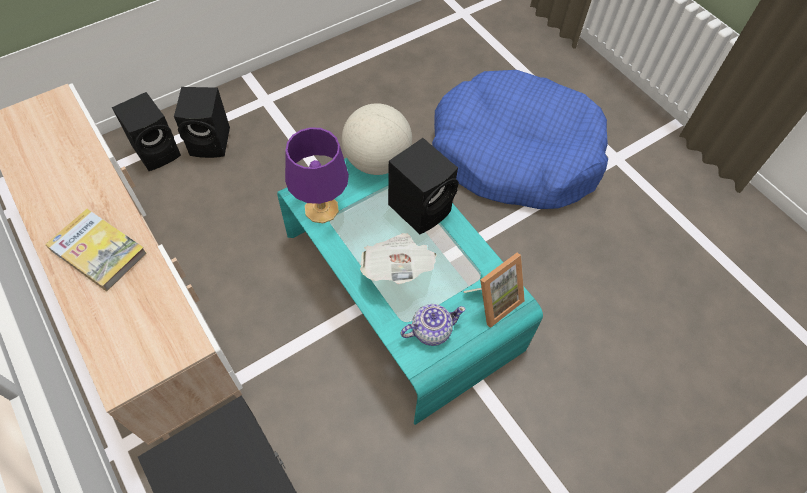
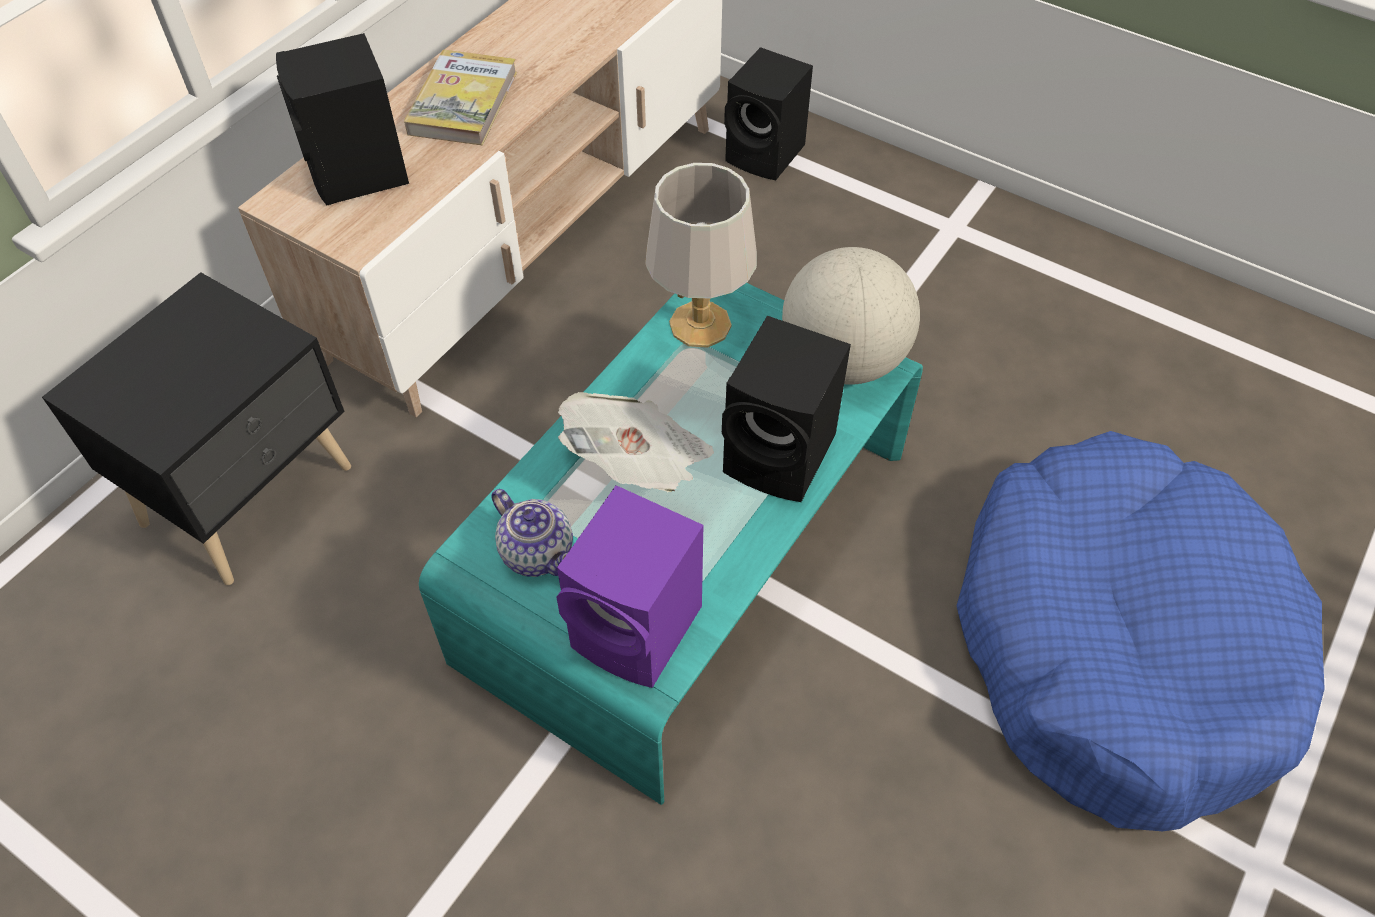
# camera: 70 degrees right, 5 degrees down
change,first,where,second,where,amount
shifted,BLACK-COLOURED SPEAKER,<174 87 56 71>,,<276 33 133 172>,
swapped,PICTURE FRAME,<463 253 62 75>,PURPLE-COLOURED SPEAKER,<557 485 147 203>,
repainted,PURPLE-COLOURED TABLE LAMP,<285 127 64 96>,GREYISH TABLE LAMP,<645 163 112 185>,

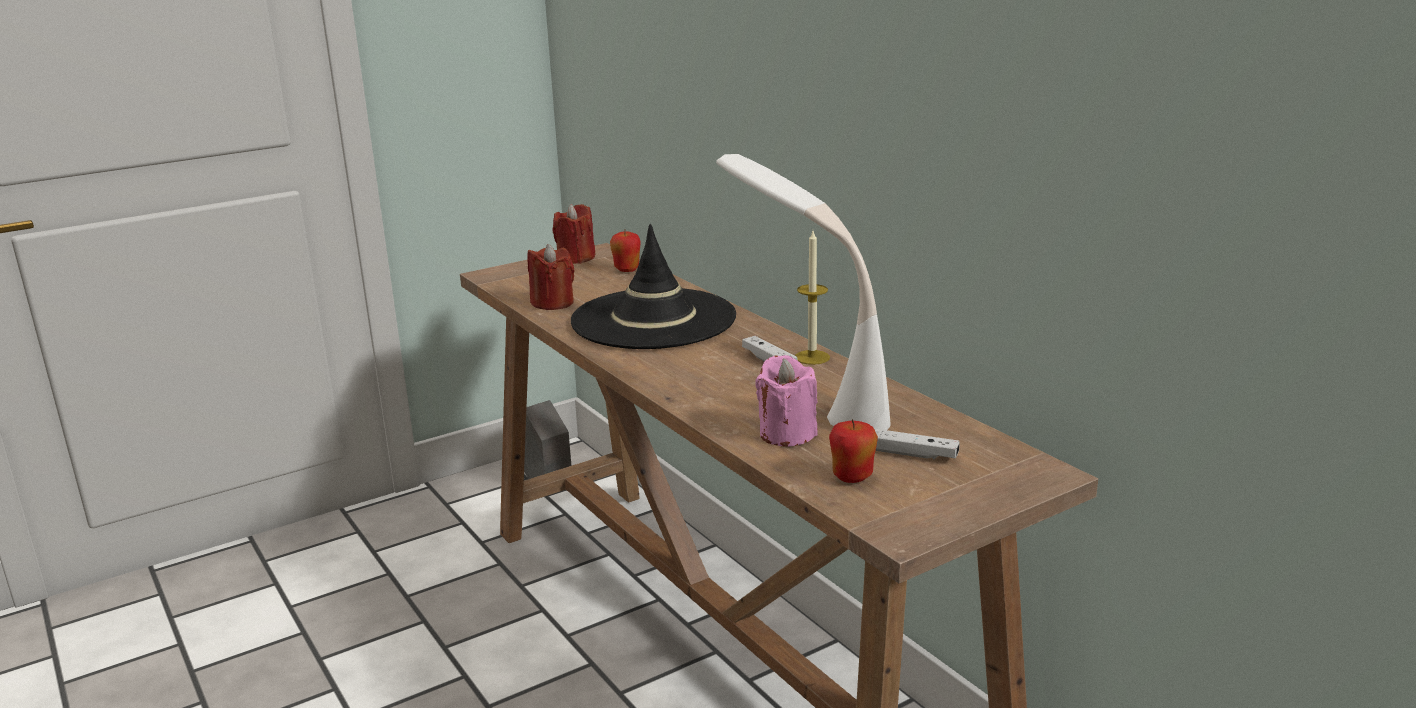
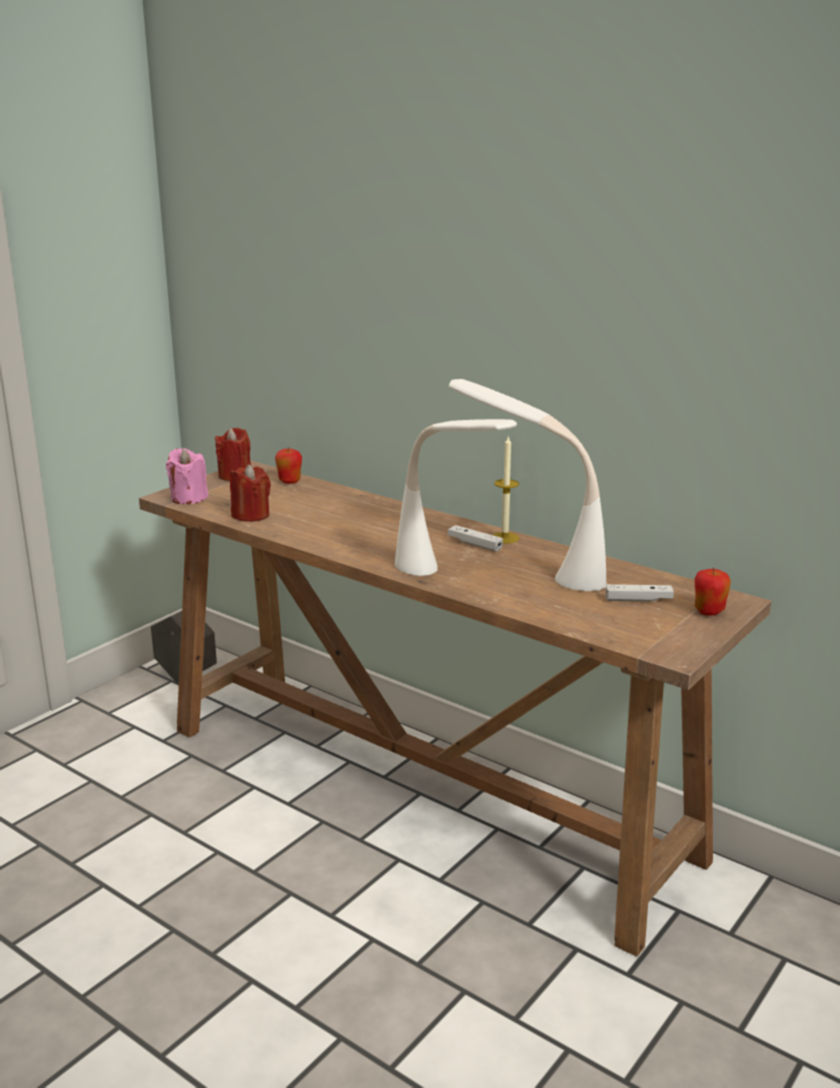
# camera: 20 degrees left, 0 degrees up
change,first,where,second,where,amount
shifted,PINK-COLOURED WAX LIGHT,<755 355 63 92>,,<166 448 43 56>,
new,,,WHITE-COLOURED TABLE LAMP,<395 419 122 157>,
shifted,APPLE,<829 419 49 64>,,<695 567 36 49>,
gone,BLACK-COLOURED HAT,<571 224 165 125>,,,

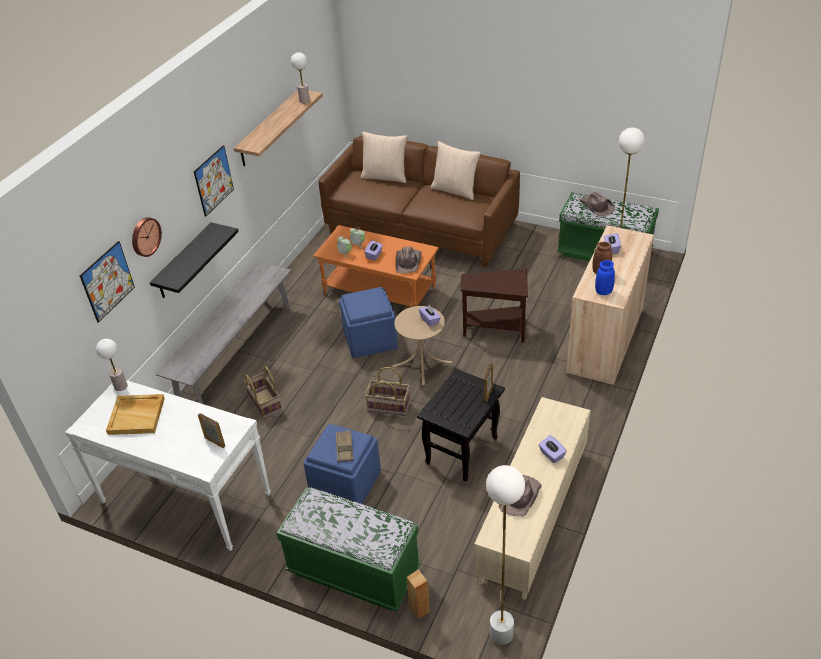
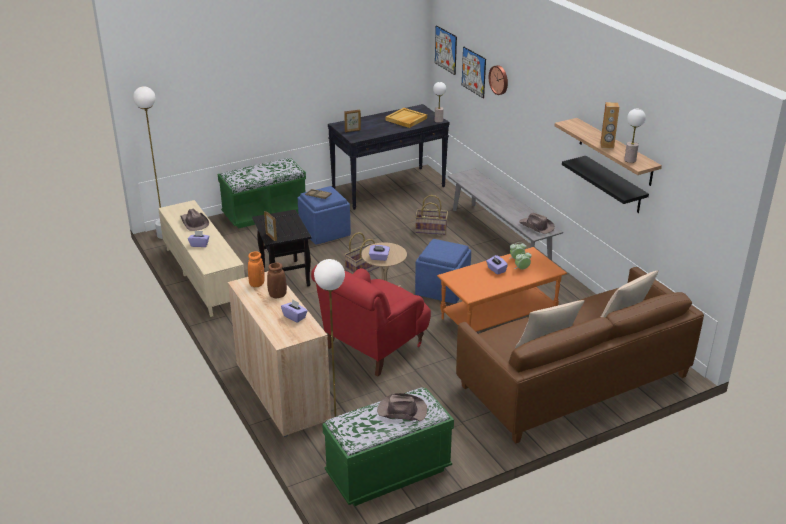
# camera: 125 degrees right, 10 degrees down
change,first,where,second,where,amount
repainted,BLUISH FLOWER VASE,<595 260 20 35>,ORANGEY FLOWER VASE,<248 251 17 36>,
swapped,BROWN-COLOURED ACCENT TABLE,<461 269 67 74>,RED-COLOURED ARMCHAIR,<311 264 120 113>,
repainted,WHITE-COLOURED NARROW TABLE,<65 380 206 171>,BLACK-COLOURED NARROW TABLE,<328 104 121 106>,
shifted,PICTURE,<194 145 40 72>,,<435 25 22 50>,
shifted,BROWN-COLOURED HAT,<396 247 26 27>,,<519 213 36 21>,
shifted,BLACK-COLOURED BRACKET SHELF,<150 222 89 76>,,<562 156 87 57>,
shifted,BROWN-COLOURED SPEAKER,<406 569 24 50>,,<600 102 19 47>,

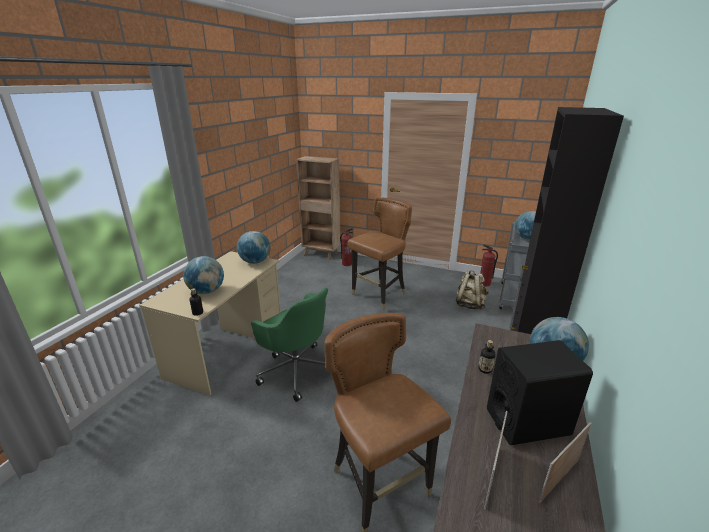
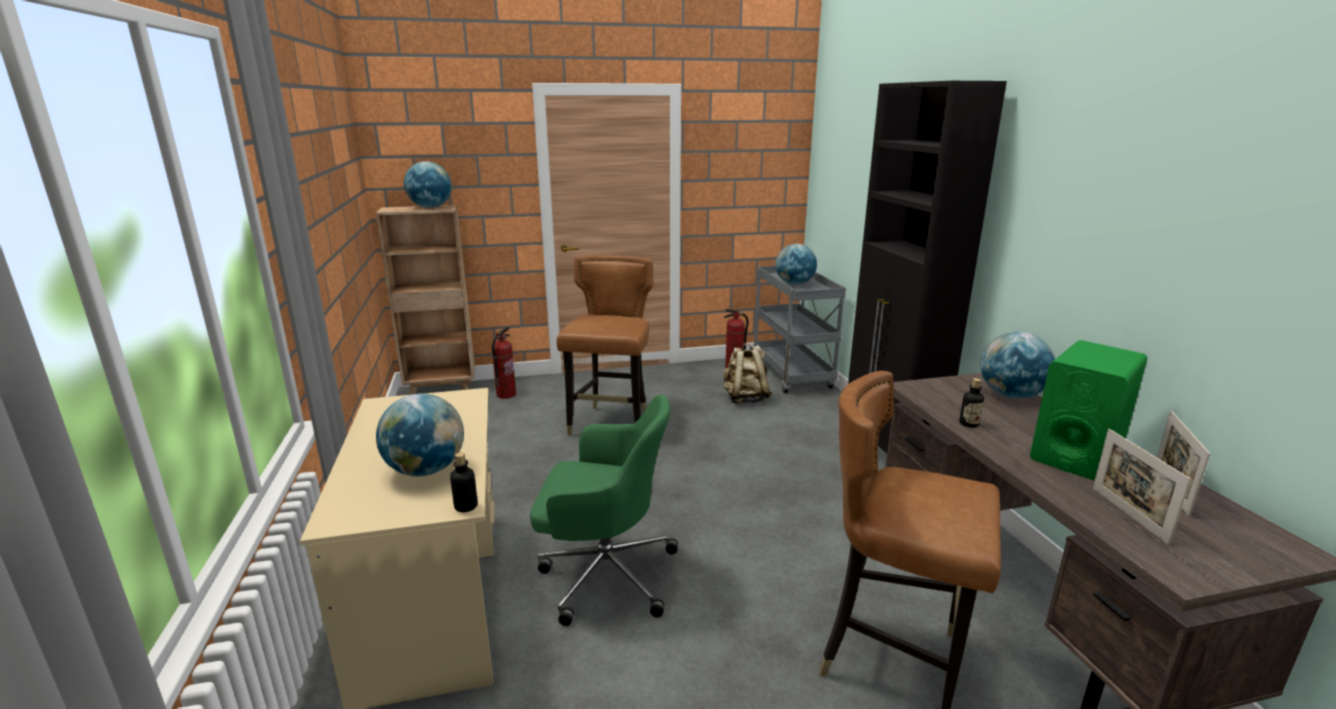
# camera: 35 degrees left, 5 degrees down
change,first,where,second,where,amount
shifted,GLOBE,<237 231 33 33>,,<404 161 48 47>,
repainted,BLACK-COLOURED SPEAKER,<487 340 106 105>,GREEN SPEAKER,<1030 340 118 141>,

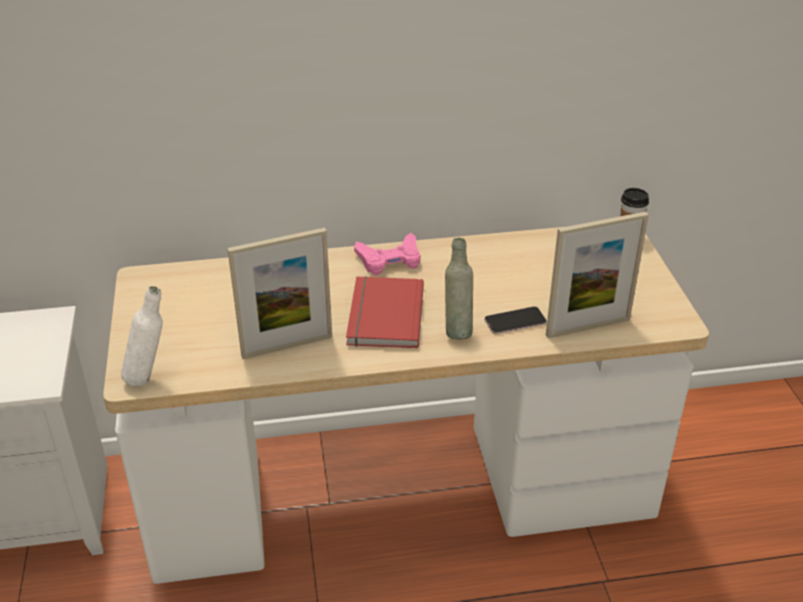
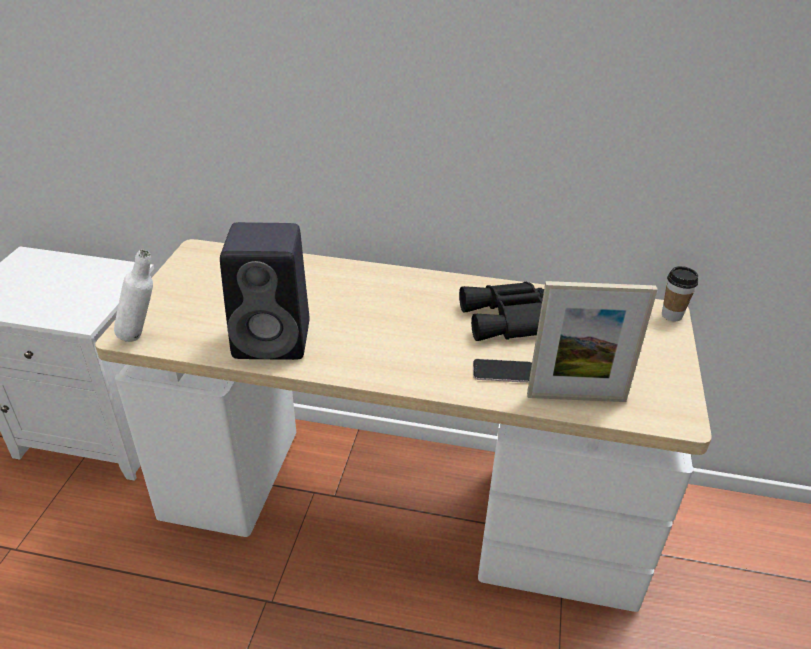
# camera: 20 degrees right, 0 degrees up
change,first,where,second,where,amount
swapped,PICTURE FRAME,<227 228 105 131>,BLACK-COLOURED SPEAKER,<220 222 90 138>,
new,,,BLACK-COLOURED PAIR OF BINOCULARS,<459 282 85 59>,
gone,RED-COLOURED BOUND BOOK,<346 276 78 72>,,,
gone,PINK-COLOURED GAME CONTROLLER,<354 233 66 42>,,,
gone,GREYISH DRINK BOTTLE,<445 237 28 103>,,,

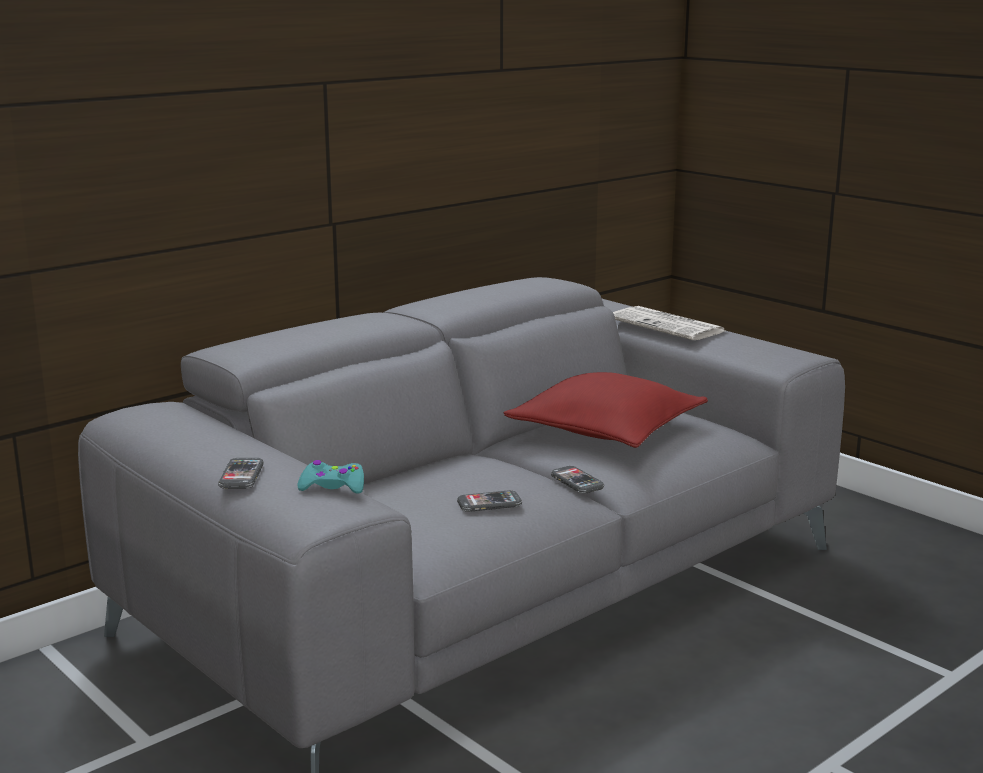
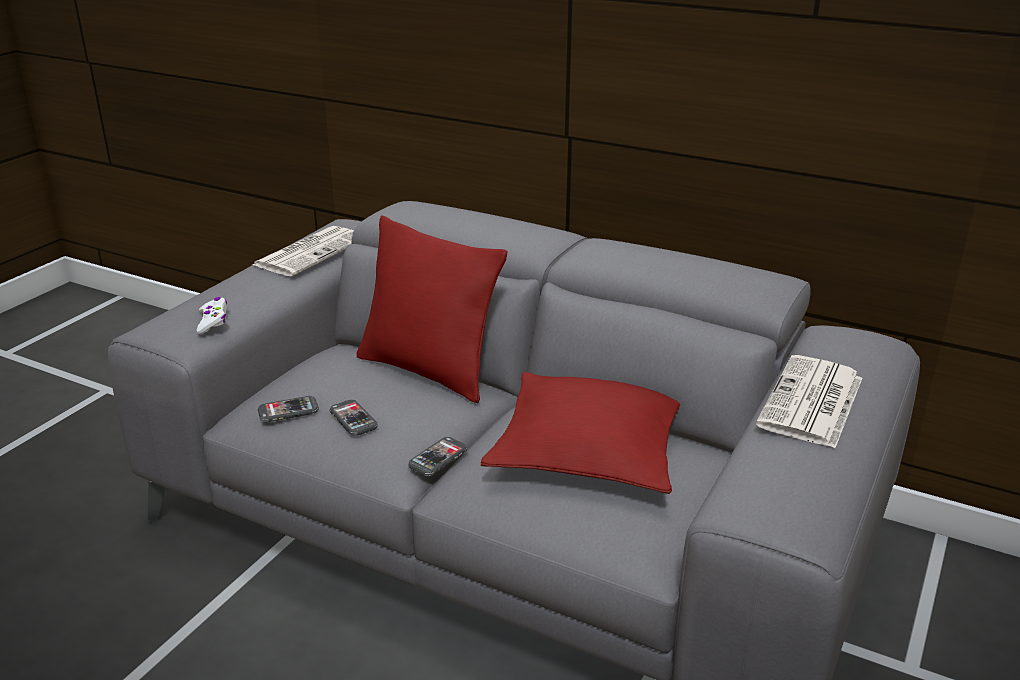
# camera: 70 degrees right, 10 degrees up
change,first,where,second,where,amount
repainted,BLUE-GREEN GAME CONTROLLER,<297 460 67 34>,WHITE-COLOURED GAME CONTROLLER,<197 297 30 37>,
new,,,NEWSPAPER,<252 226 102 51>,
shifted,HANDSET,<218 458 46 31>,,<258 396 61 26>,
new,,,RED-COLOURED THROW PILLOW,<357 215 150 188>,

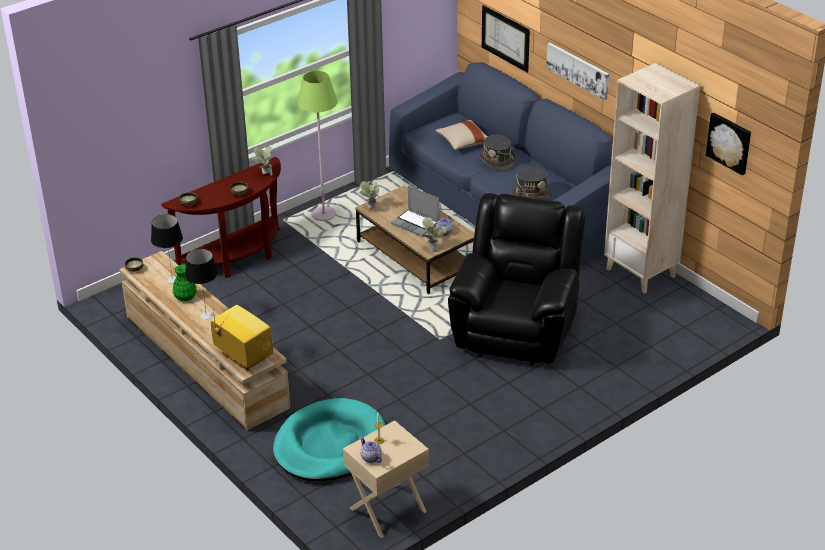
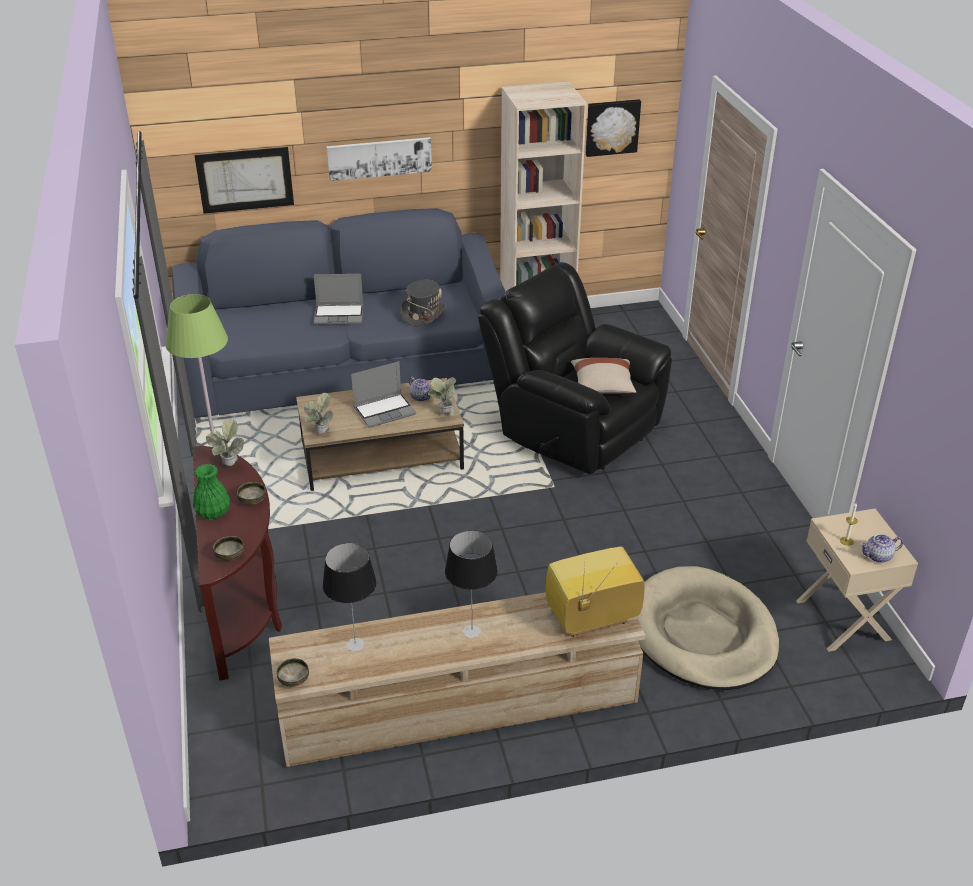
# camera: 65 degrees left, 0 degrees up
change,first,where,second,where,amount
shifted,GREEN FLOWER VASE,<173 264 24 37>,,<193 464 37 56>,
swapped,GREYISH HAT,<479 135 37 37>,PORTABLE COMPUTER,<314 274 49 51>,
shifted,SAND-COLOURED THROW PILLOW,<435 120 53 30>,,<571 358 65 36>,
repainted,BLUE-GREEN DOG CUSHION,<273 398 112 83>,SAND-COLOURED DOG CUSHION,<637 566 142 124>,

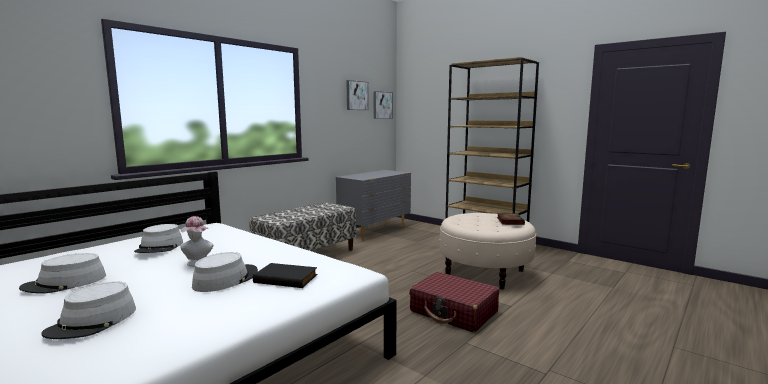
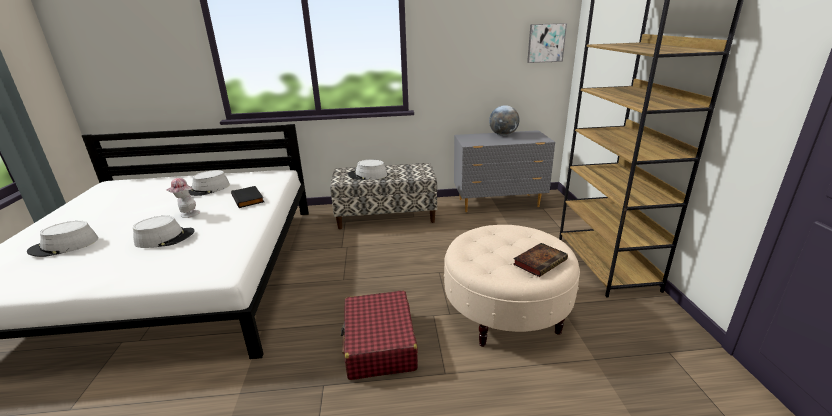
# camera: 45 degrees right, 15 degrees up
change,first,where,second,where,amount
shifted,BLACK-COLOURED BOUND BOOK,<253 263 64 25>,,<231 186 33 22>,
shifted,GREYISH HAT,<19 253 87 41>,,<348 160 39 20>,
new,,,GLOBE,<489 105 31 31>,
gone,PICTURE,<347 80 22 30>,,,

